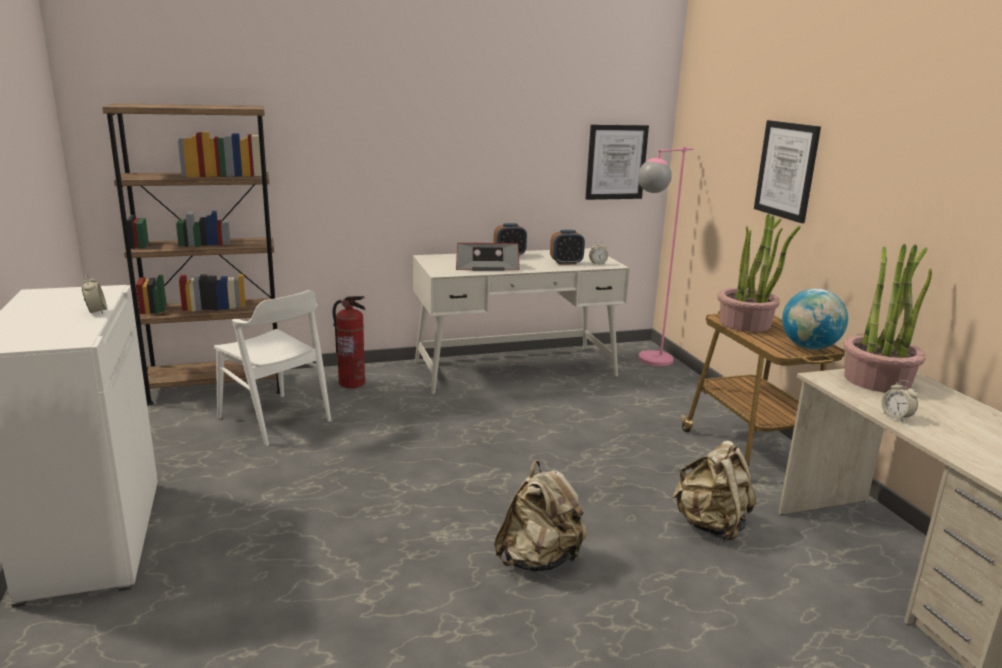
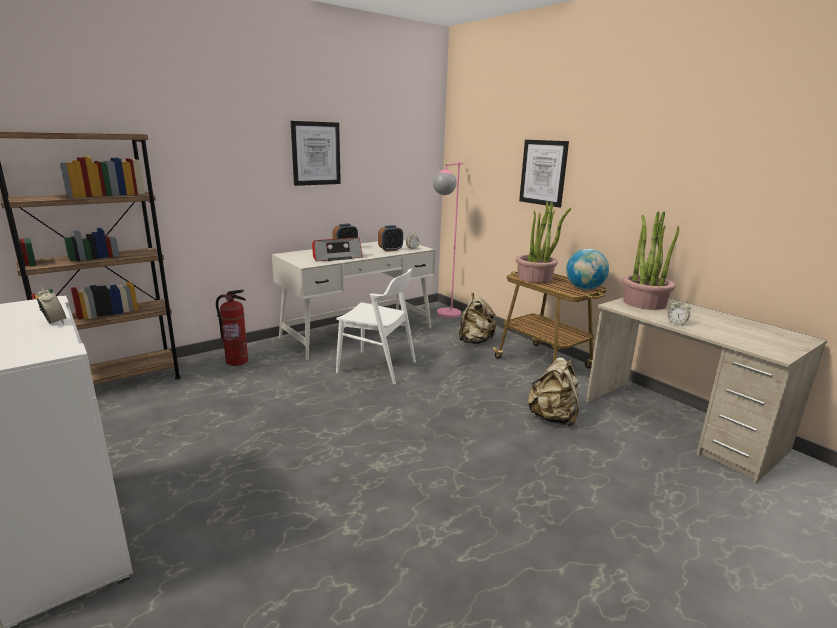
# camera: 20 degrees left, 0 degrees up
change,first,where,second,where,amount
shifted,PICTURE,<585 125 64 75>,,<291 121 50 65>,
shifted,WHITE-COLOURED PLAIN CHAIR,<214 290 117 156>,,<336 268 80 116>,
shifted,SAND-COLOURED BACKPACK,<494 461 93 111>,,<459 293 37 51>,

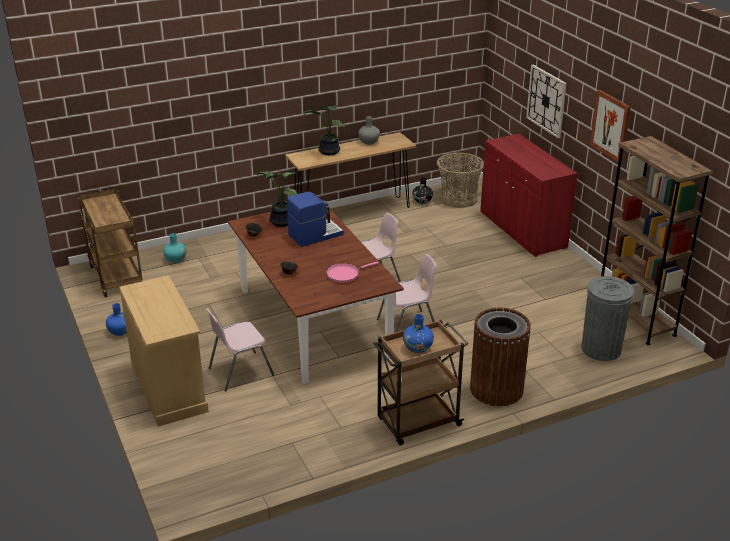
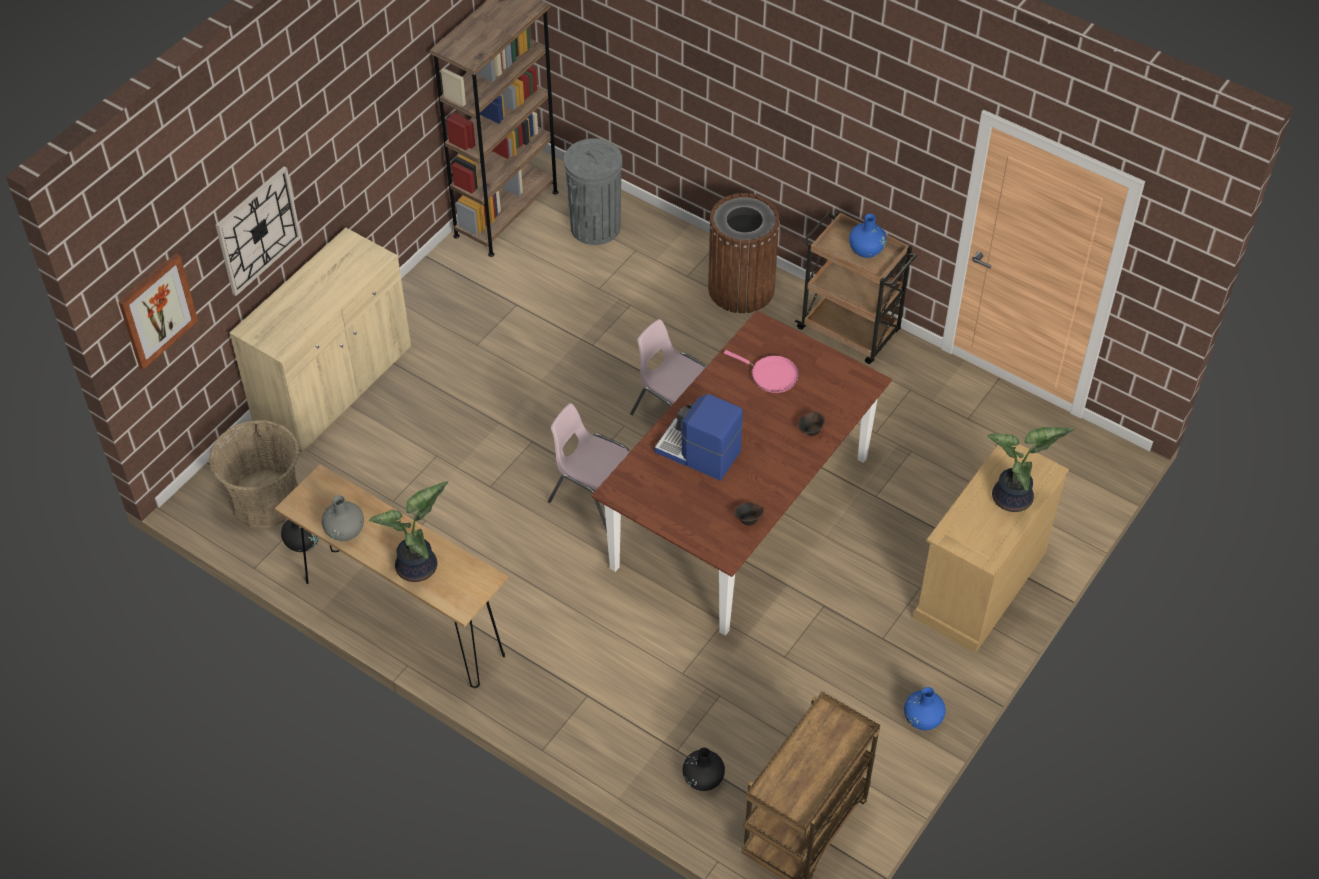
# camera: 120 degrees left, 20 degrees up
change,first,where,second,where,amount
shifted,PICTURE,<590 90 41 73>,,<118 253 80 117>,
repainted,RED-COLOURED CUPBOARD,<480 134 98 123>,SAND-COLOURED CUPBOARD,<229 228 182 224>,
repainted,BLUE-GREEN FLOWER VASE,<163 233 23 30>,BLACK-COLOURED FLOWER VASE,<683 747 42 44>,
shifted,HOUSEPLANT,<257 171 43 56>,,<987 427 87 85>,
gone,PINK-COLOURED PLAIN CHAIR,<206 308 69 83>,,,

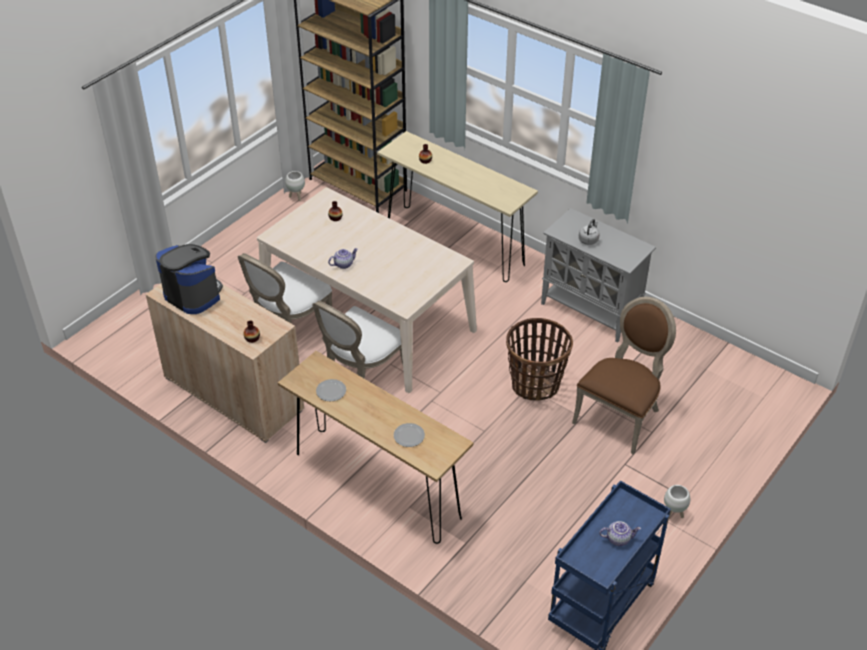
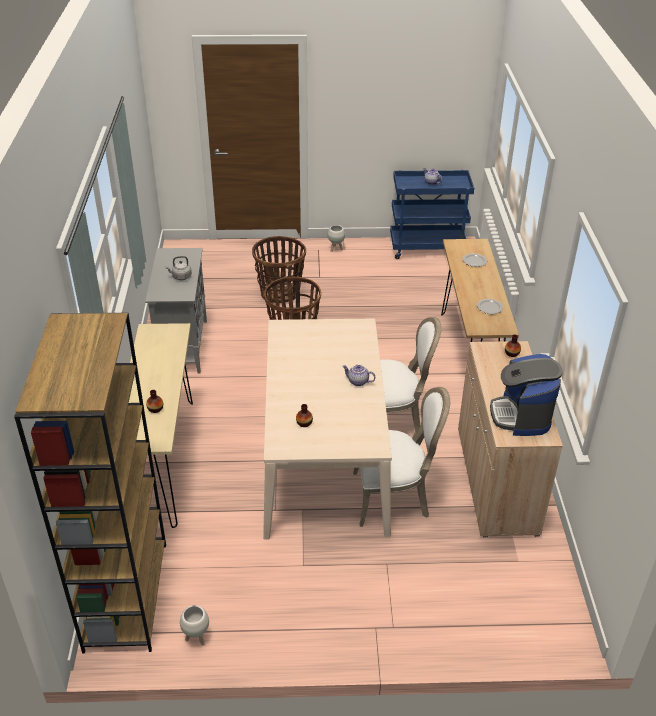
# camera: 130 degrees left, 5 degrees down
change,first,where,second,where,amount
swapped,BROWN-COLOURED PLAIN CHAIR,<572 297 104 158>,STORAGE BASKET,<252 236 54 67>,

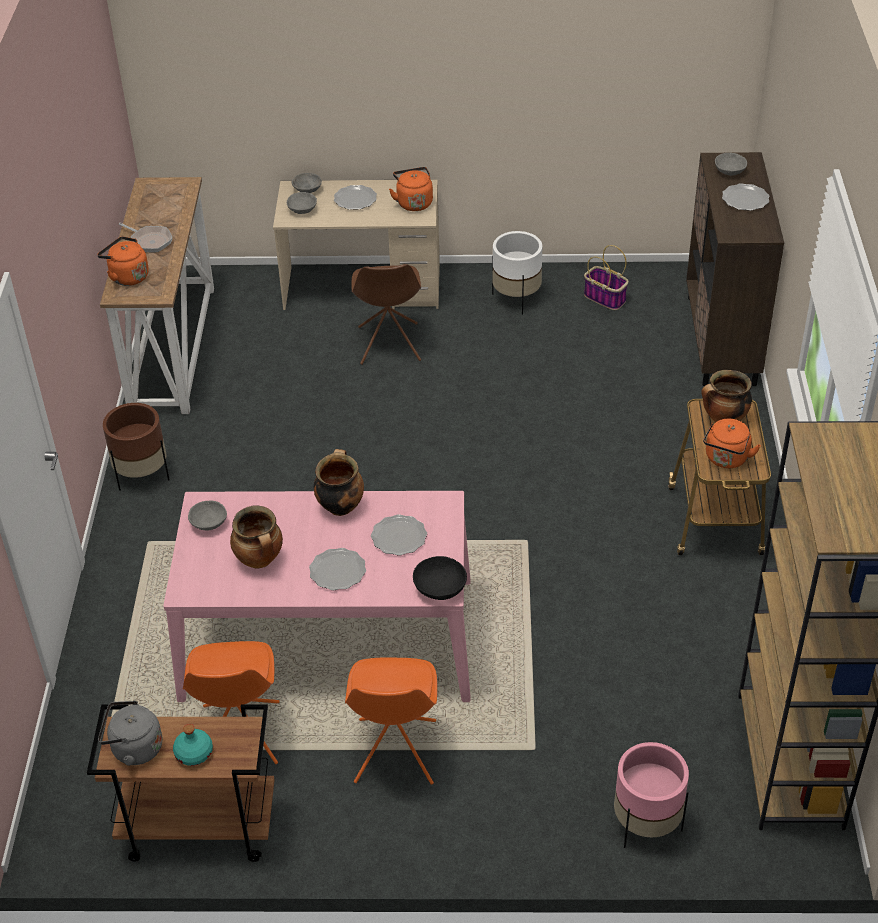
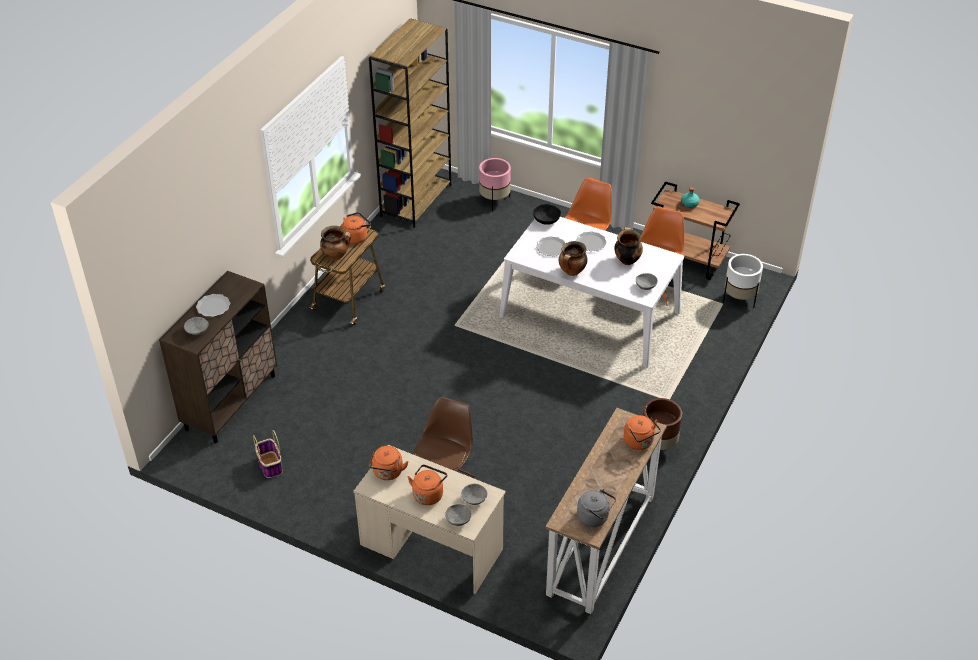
# camera: 155 degrees left, 0 degrees up
change,first,where,second,where,amount
swapped,PLATE,<334 185 43 25>,ORANGEY TEA KETTLE,<408 465 39 40>,
repainted,PINK-COLOURED DINNER TABLE,<163 491 308 211>,WHITE-COLOURED DINNER TABLE,<499 217 185 151>,
shifted,GREYISH TEA KETTLE,<98 701 64 65>,,<577 489 39 38>,
shifted,WHITE-COLOURED PLANT POT,<492 231 50 84>,,<723 254 40 54>,
gone,PAN,<119 223 54 29>,,,

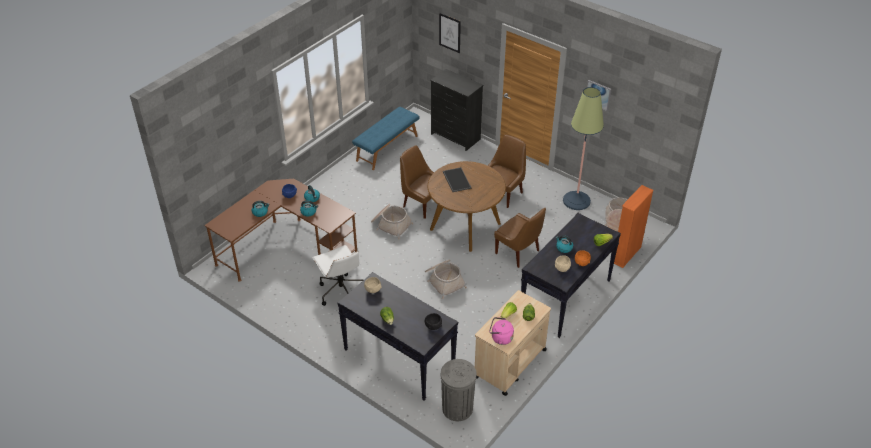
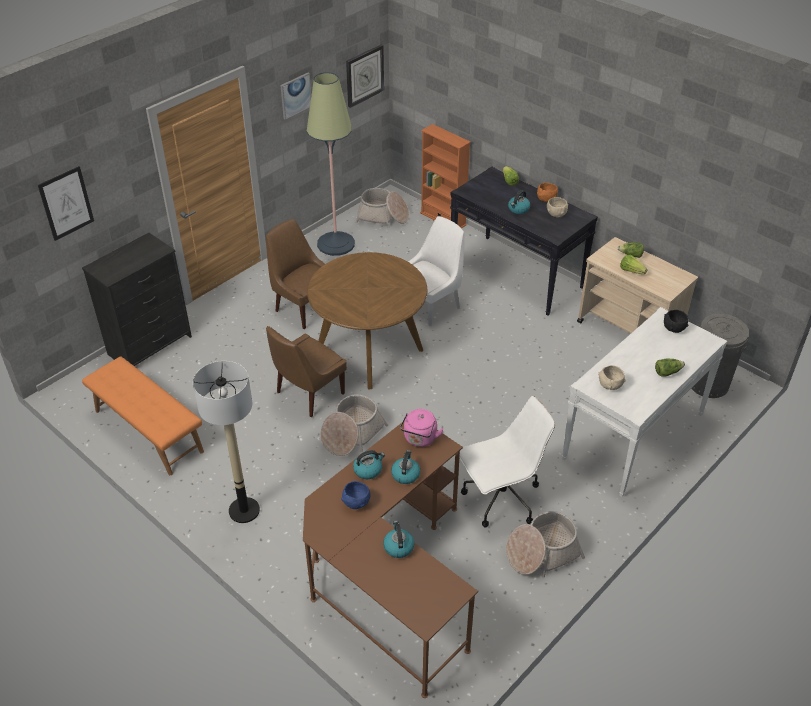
# camera: 85 degrees left, 0 degrees up
change,first,where,second,where,amount
repainted,BLUISH BENCH,<352 107 68 63>,ORANGEY BENCH,<82 356 122 119>,
new,,,STANDARD LAMP,<193 361 67 162>,
new,,,WALL CLOCK,<346 44 38 64>,
shifted,PINK-COLOURED TEA KETTLE,<489 317 25 28>,,<400 409 44 38>,
repainted,BROWN-COLOURED PLAIN CHAIR,<494 208 52 60>,WHITE-COLOURED PLAIN CHAIR,<408 216 56 110>,
shifted,STORAGE BASKET,<425 260 42 39>,,<506 511 79 66>,
repainted,BLACK-COLOURED NARROW TABLE,<337 272 121 129>,WHITE-COLOURED NARROW TABLE,<562 307 165 190>,
gone,CARRYING TRAY,<443 167 29 25>,,,

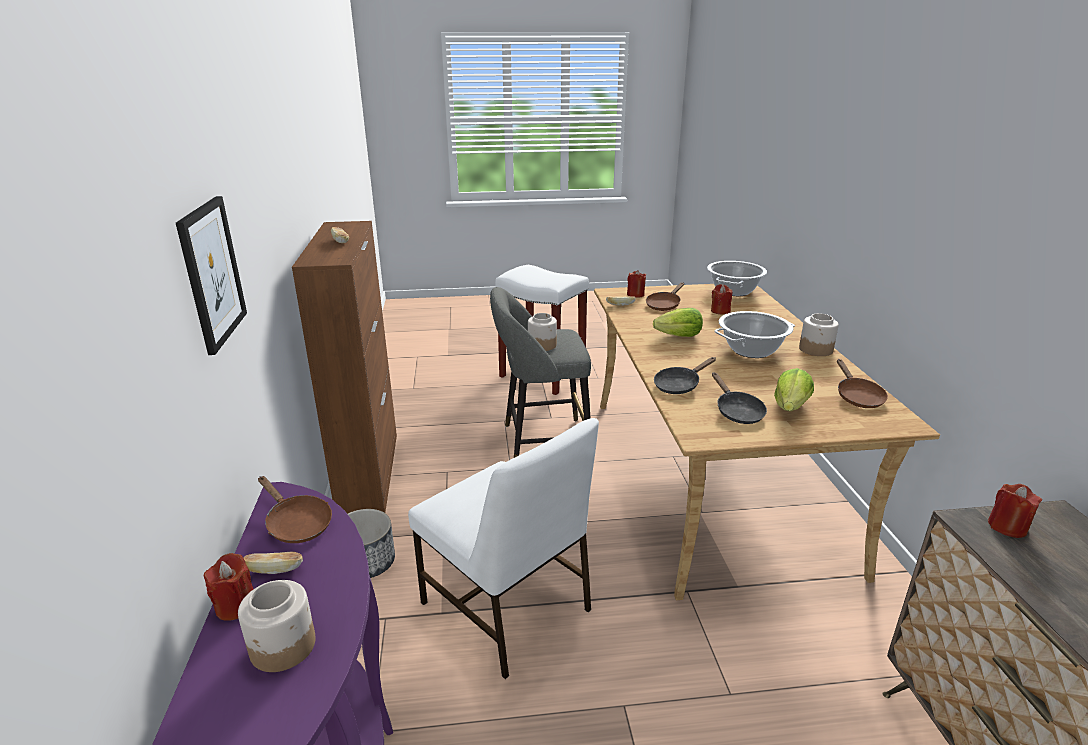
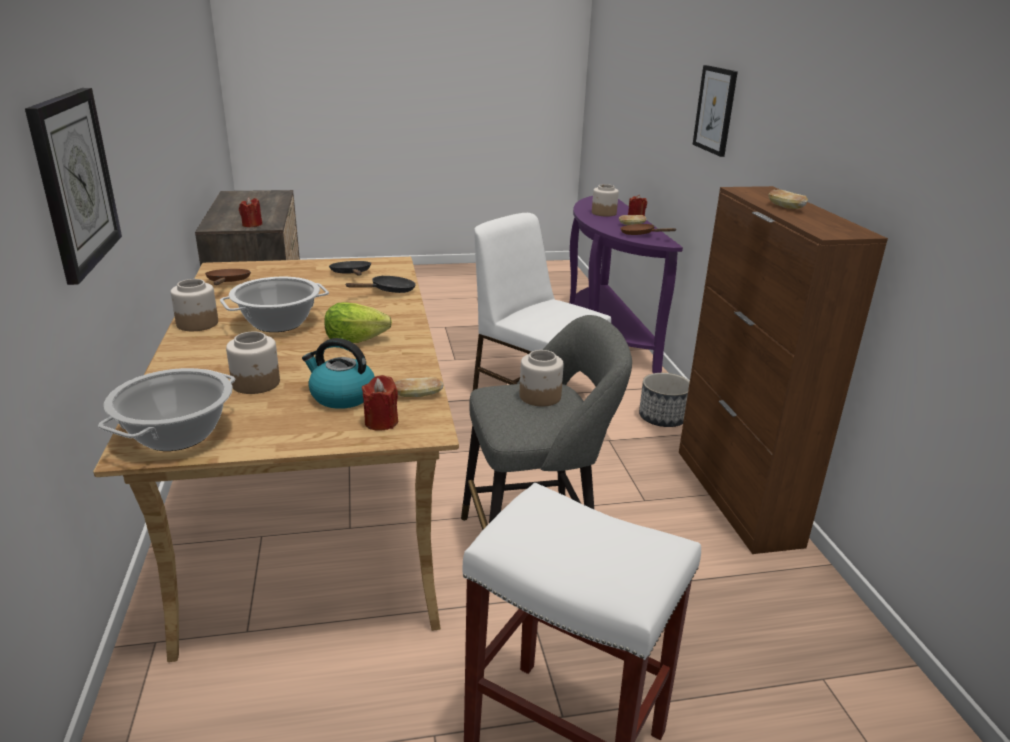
# camera: 175 degrees right, 0 degrees up
change,first,where,second,where,amount
new,,,WALL CLOCK,<25 88 97 197>,
swapped,RED-COLOURED WAX LIGHT,<711 284 21 30>,PRESERVE JAR,<226 331 54 63>,
swapped,BROWN-COLOURED PAN,<646 283 38 28>,TEA KETTLE,<302 338 73 71>,
gone,HEAD OF LETTUCE,<774 368 40 43>,,,

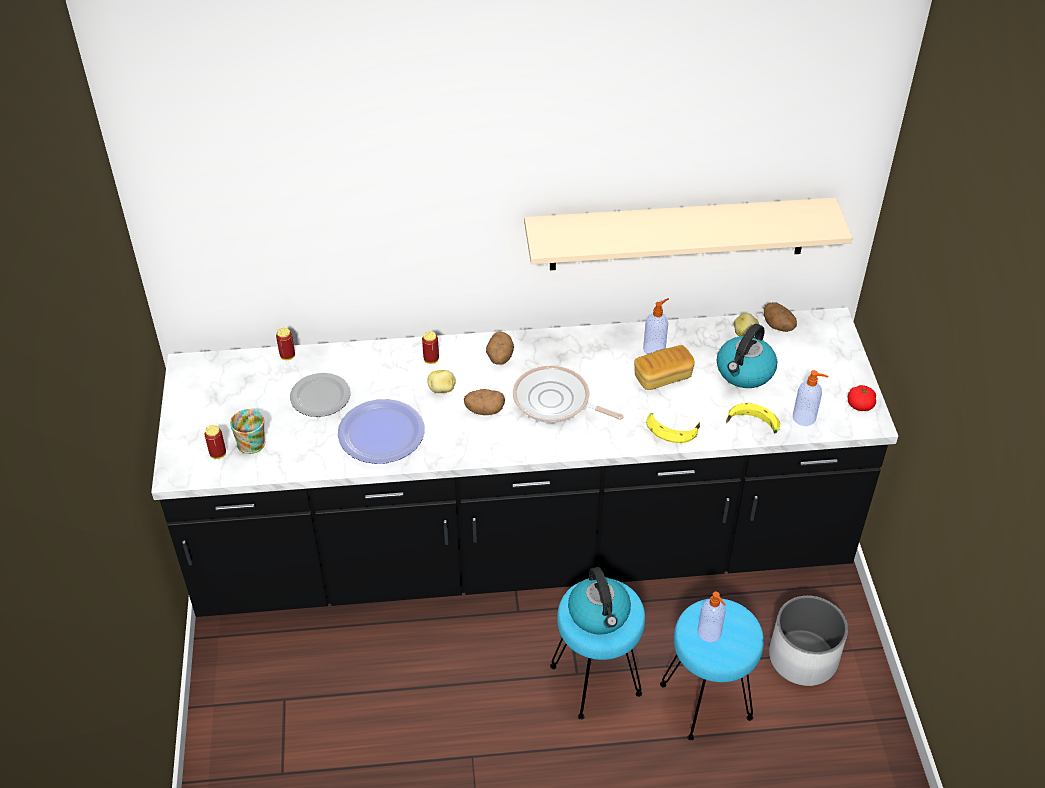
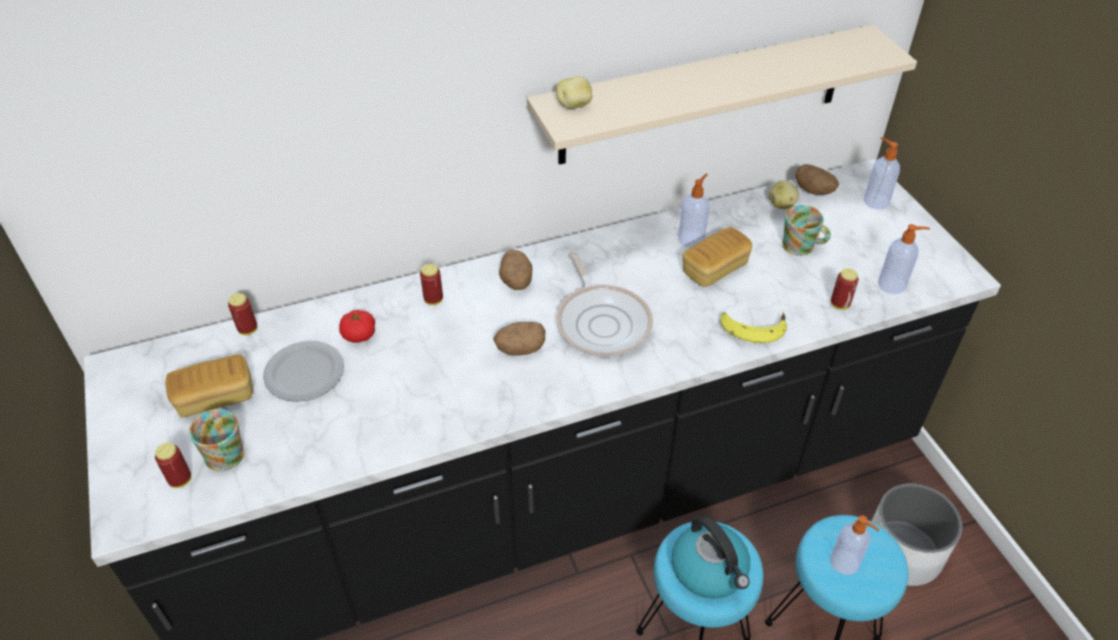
# camera: 15 degrees left, 0 degrees up
change,first,where,second,where,amount
new,,,BREAD,<166 354 87 63>,
shifted,WHOLE TOMATO,<848 385 28 26>,,<339 310 36 33>,
shifted,POTATO,<427 370 29 23>,,<556 76 36 33>,
rotated,PAN,<513 366 110 57>,,<556 252 97 105>,120 degrees counterclockwise
swapped,TEA KETTLE,<717 324 60 64>,MUG,<782 205 49 51>,
swapped,BANANA FRUIT,<726 403 54 30>,METAL CAN,<831 268 28 42>,
new,,,SOAP BOTTLE,<864 137 36 72>,
gone,PLATE,<338 399 87 65>,,,

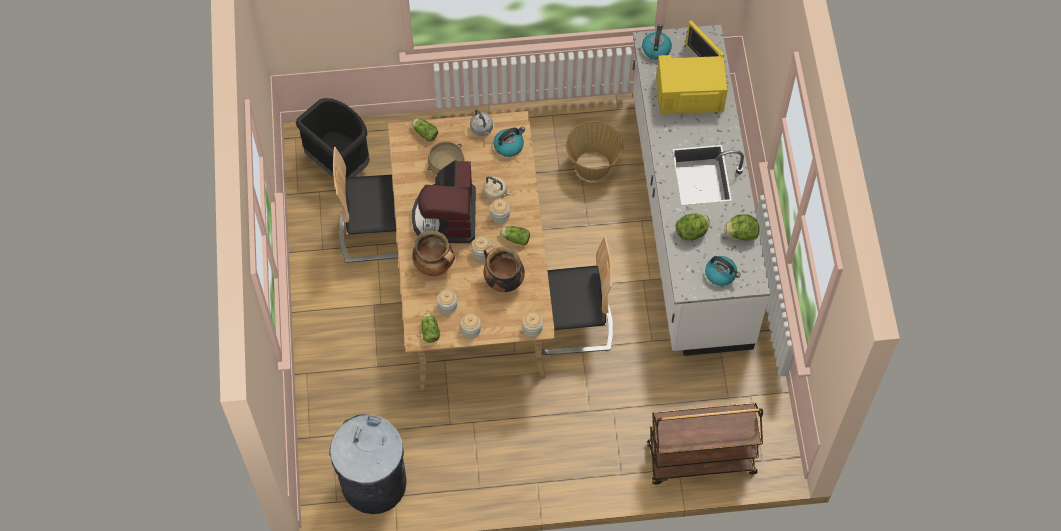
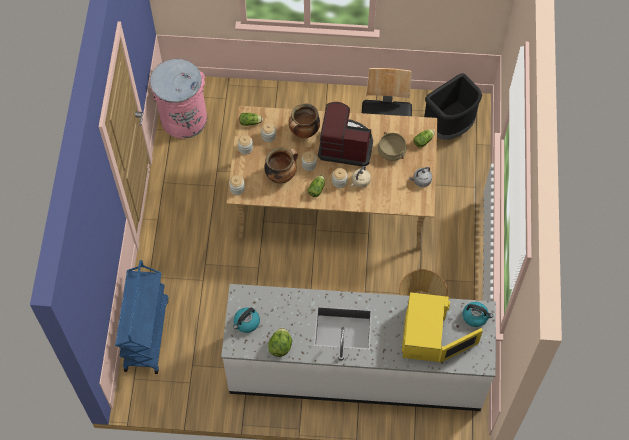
# camera: 100 degrees right, 0 degrees up
change,first,where,second,where,amount
repainted,BROWN-COLOURED TROLLEY,<647 403 116 81>,BLUISH TROLLEY,<115 260 53 114>,
repainted,GREYISH RUBBISH BIN,<329 414 78 100>,PINK-COLOURED RUBBISH BIN,<150 59 57 79>,
gone,TEA KETTLE,<494 127 31 30>,,,
gone,PLAIN CHAIR,<542 236 71 119>,,,
gone,HEAD OF LETTUCE,<676 213 34 27>,,,

